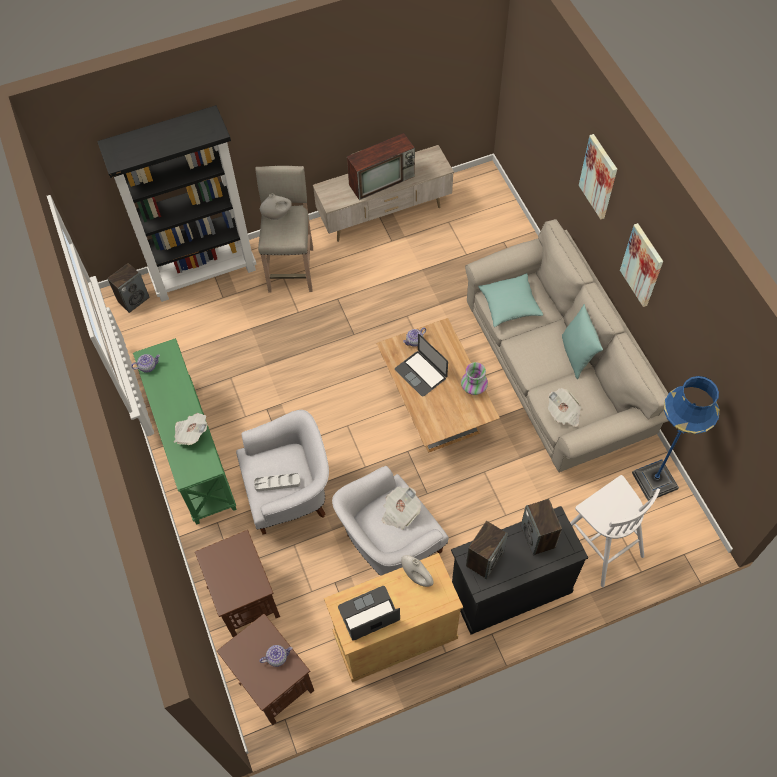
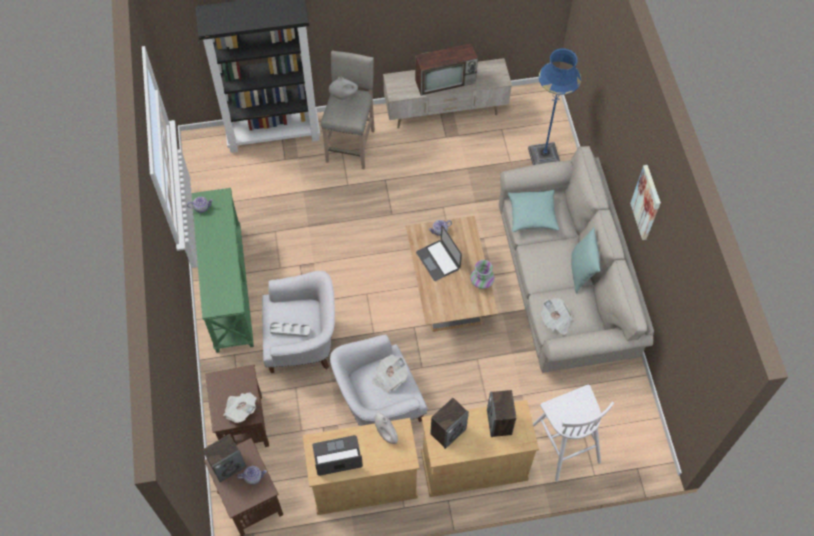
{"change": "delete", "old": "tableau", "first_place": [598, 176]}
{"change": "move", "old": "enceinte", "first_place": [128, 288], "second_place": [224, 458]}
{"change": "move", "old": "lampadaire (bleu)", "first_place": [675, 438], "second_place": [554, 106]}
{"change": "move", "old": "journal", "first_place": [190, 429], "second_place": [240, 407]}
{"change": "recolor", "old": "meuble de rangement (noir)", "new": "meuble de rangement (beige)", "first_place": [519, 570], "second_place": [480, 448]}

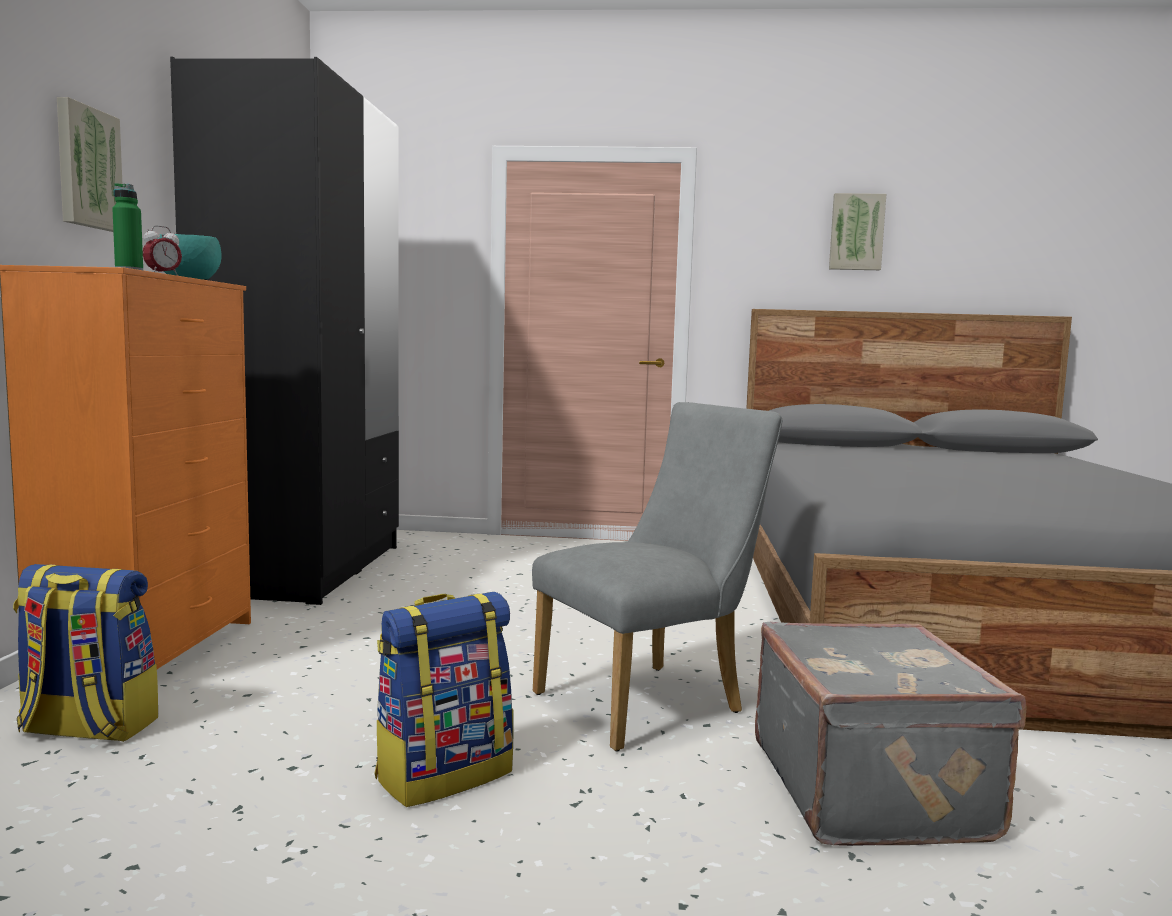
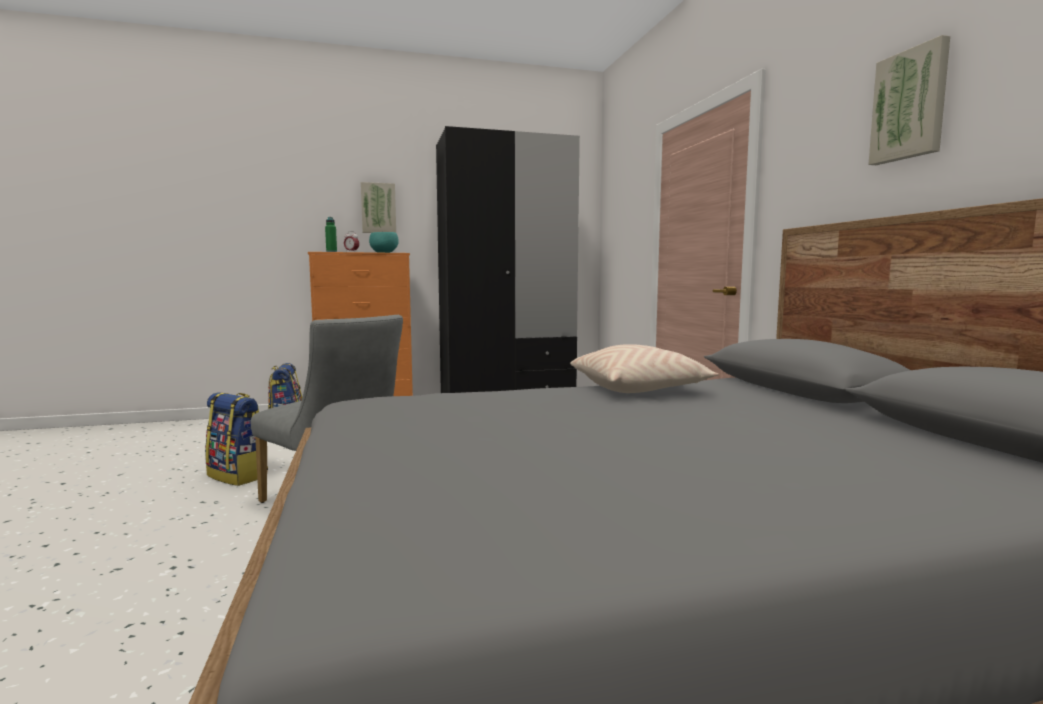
{"change": "delete", "old": "valise (gris)", "first_place": [891, 734]}
{"change": "insert", "new": "coussin (beige)", "second_place": [644, 368]}

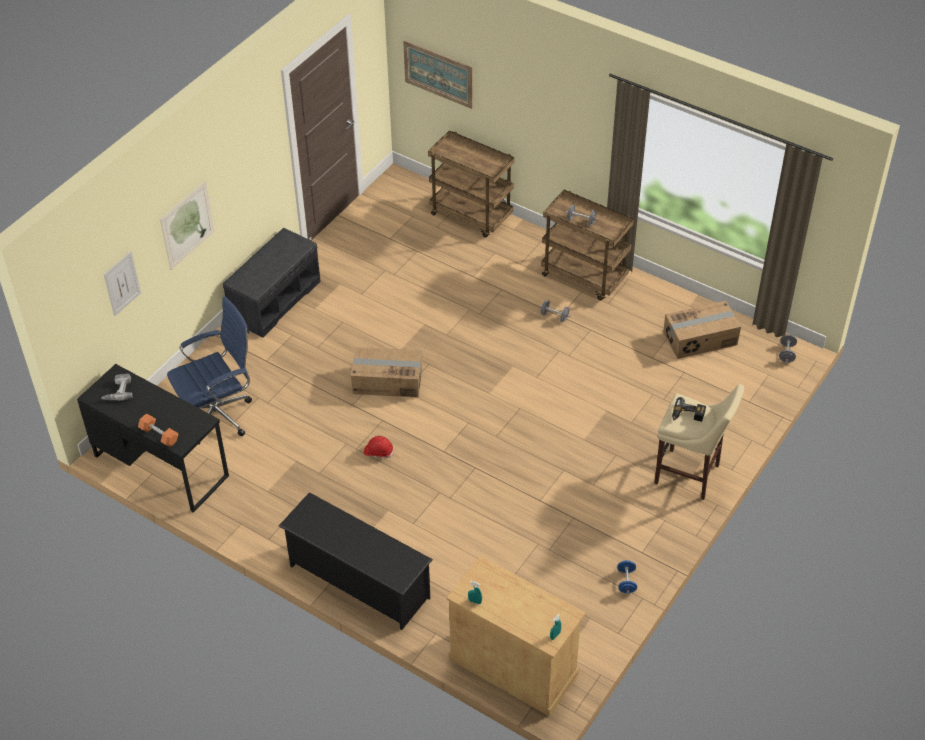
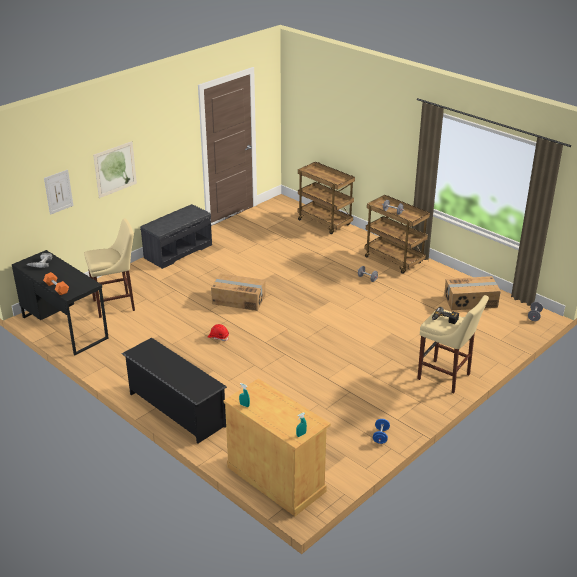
{"change": "delete", "old": "tableau", "first_place": [438, 74]}
{"change": "replace", "old": "chaise de bureau (bleu)", "new": "tabouret (beige)", "first_place": [209, 370], "second_place": [109, 268]}

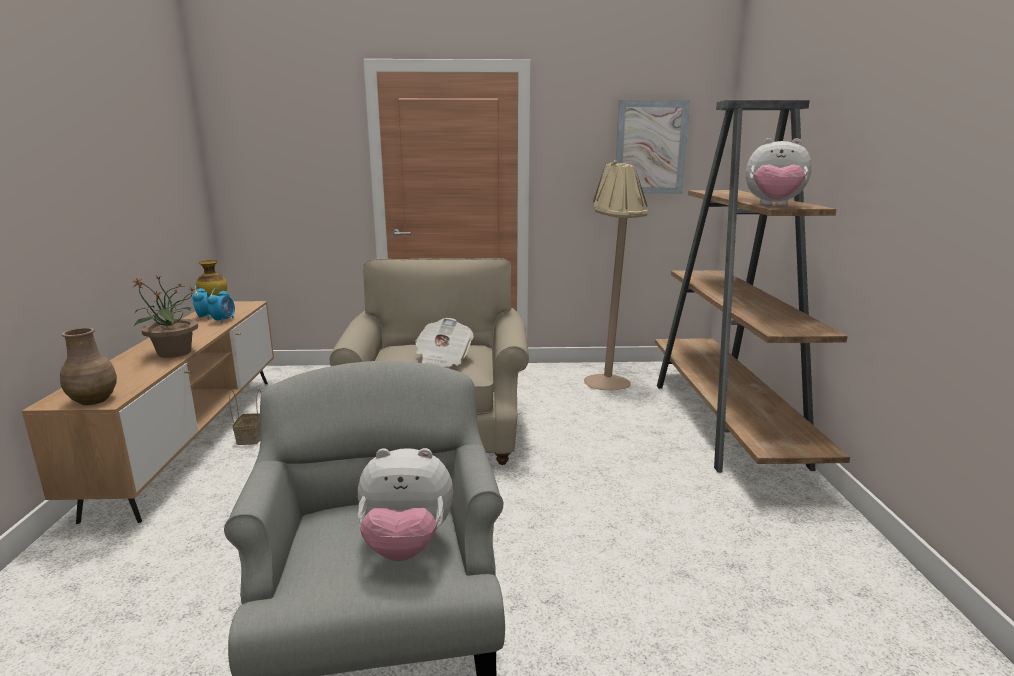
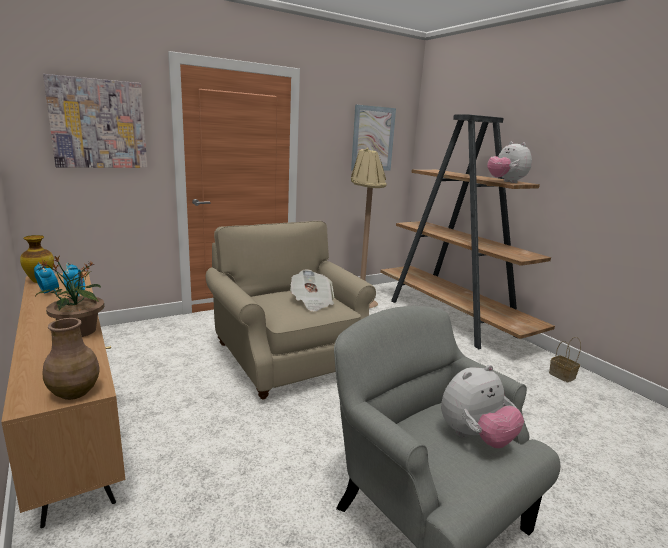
{"change": "rotate", "old": "peluche", "first_place": [779, 171], "second_place": [509, 162], "degrees": 75}
{"change": "move", "old": "panier", "first_place": [245, 417], "second_place": [565, 359]}
{"change": "insert", "new": "tableau", "second_place": [95, 121]}

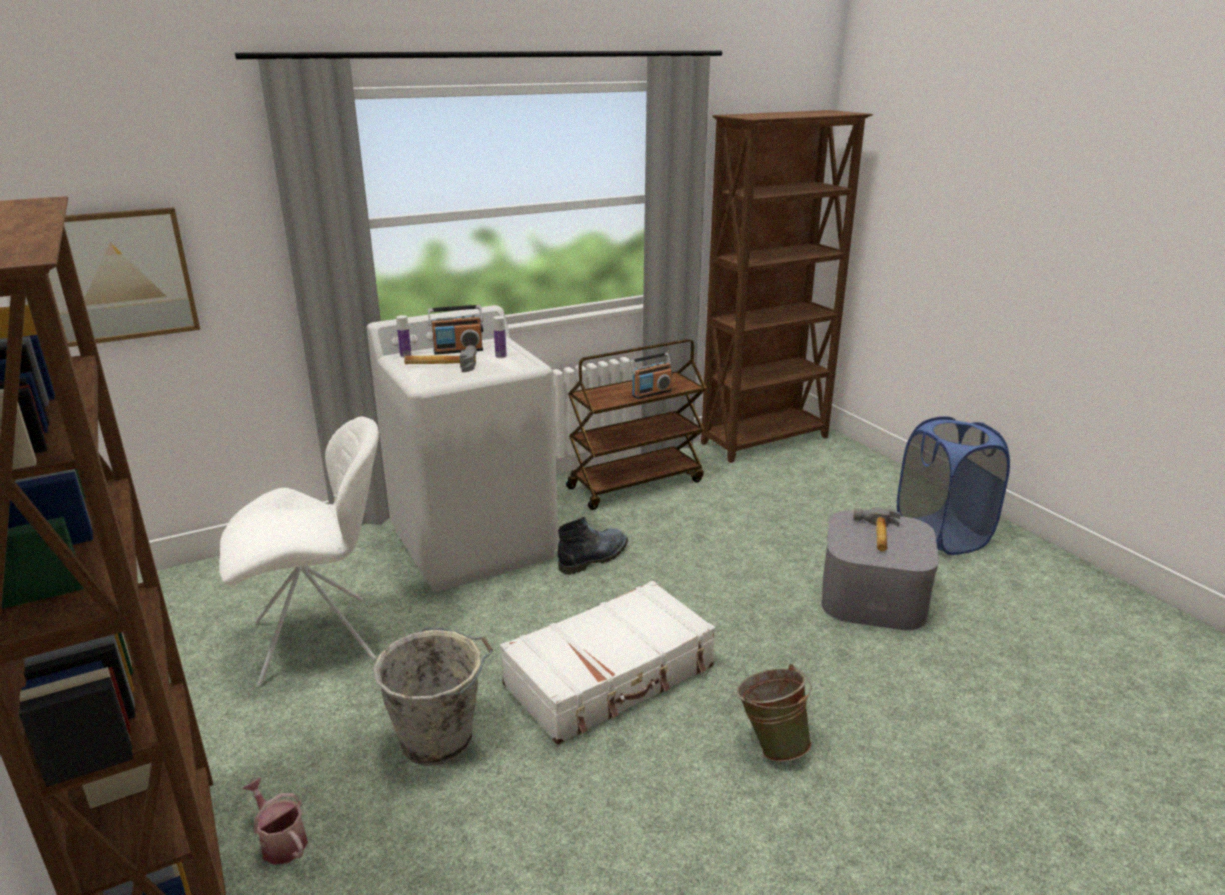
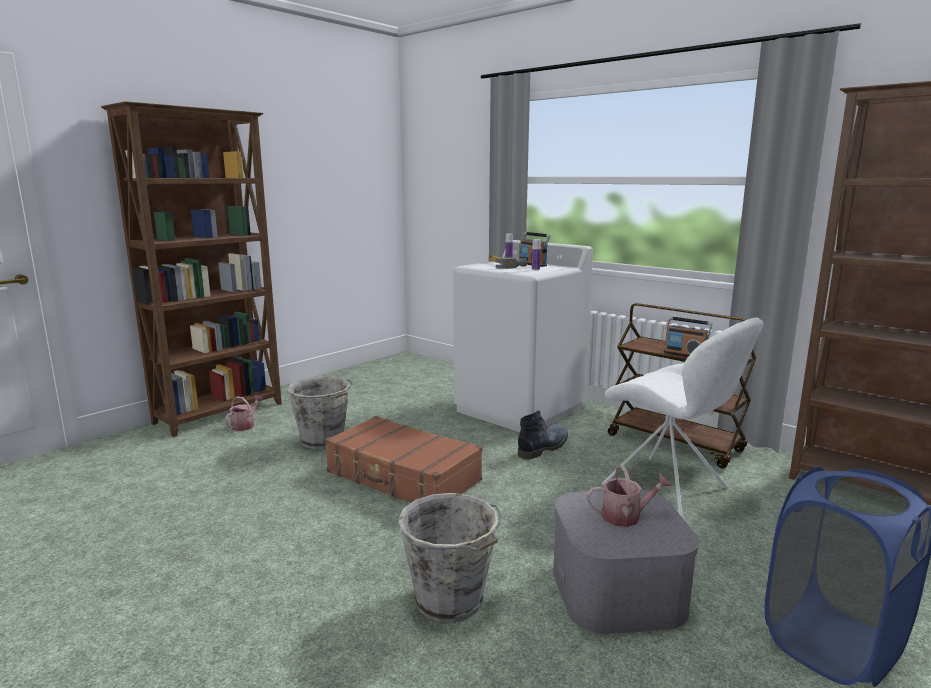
{"change": "delete", "old": "tableau", "first_place": [124, 277]}
{"change": "move", "old": "chaise (blanc)", "first_place": [299, 552], "second_place": [682, 417]}
{"change": "replace", "old": "marteau", "new": "arrosoir", "first_place": [876, 529], "second_place": [629, 496]}
{"change": "rotate", "old": "botte", "first_place": [593, 546], "second_place": [543, 435], "degrees": -75}
{"change": "recolor", "old": "valise (blanc)", "new": "valise (marron)", "first_place": [608, 663], "second_place": [404, 459]}
{"change": "delete", "old": "seau (vert)", "first_place": [774, 713]}
{"change": "insert", "new": "seau (gris)", "second_place": [449, 558]}

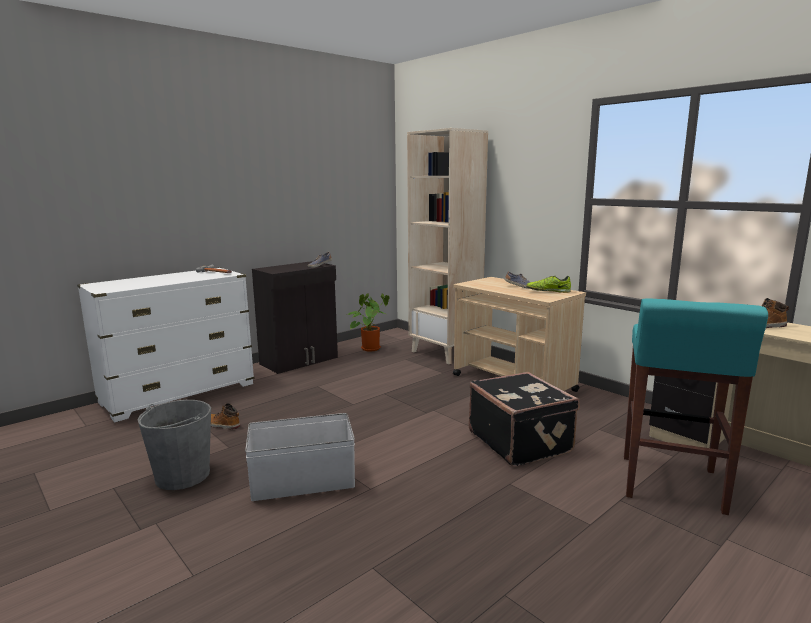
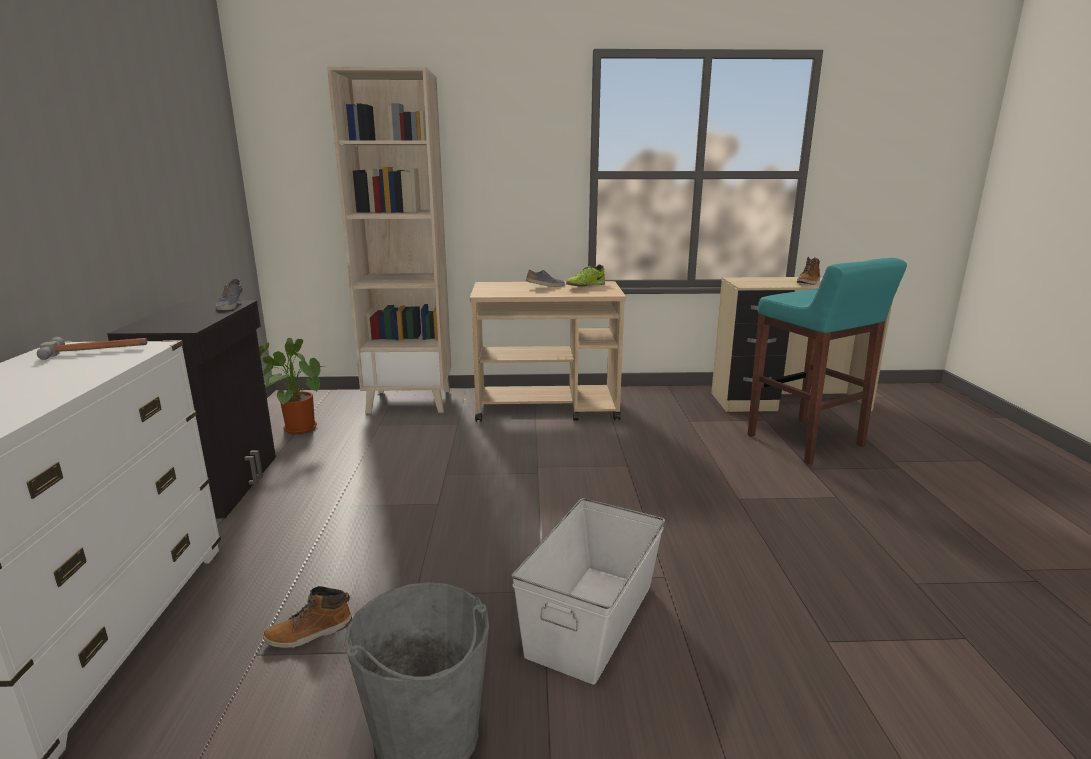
{"change": "delete", "old": "valise (noir)", "first_place": [524, 419]}

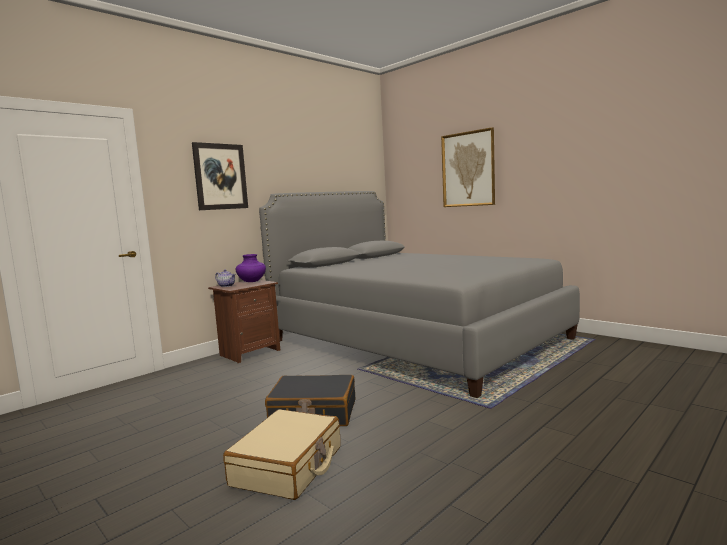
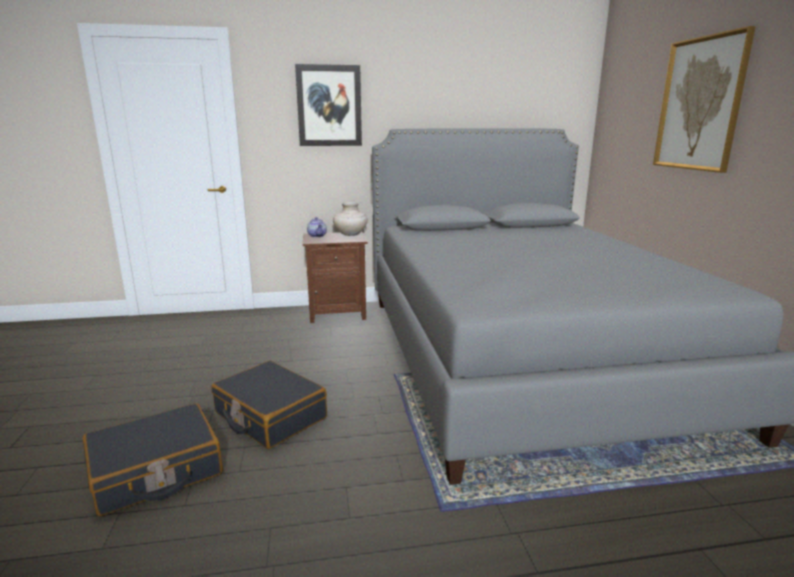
{"change": "recolor", "old": "vase (violet)", "new": "vase (beige)", "first_place": [251, 268], "second_place": [350, 219]}
{"change": "recolor", "old": "valise (beige)", "new": "valise (noir)", "first_place": [282, 454], "second_place": [153, 459]}

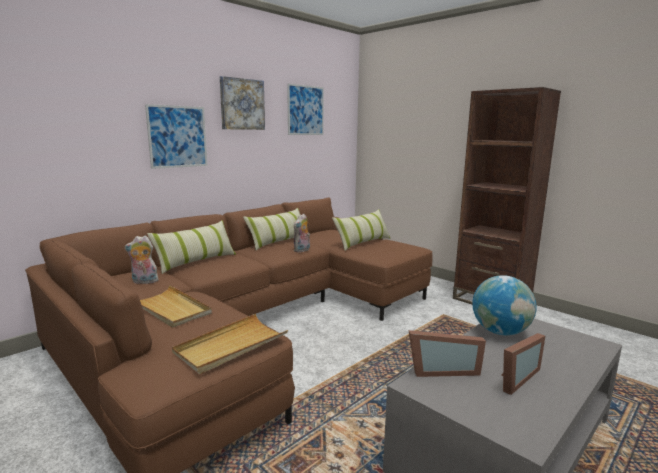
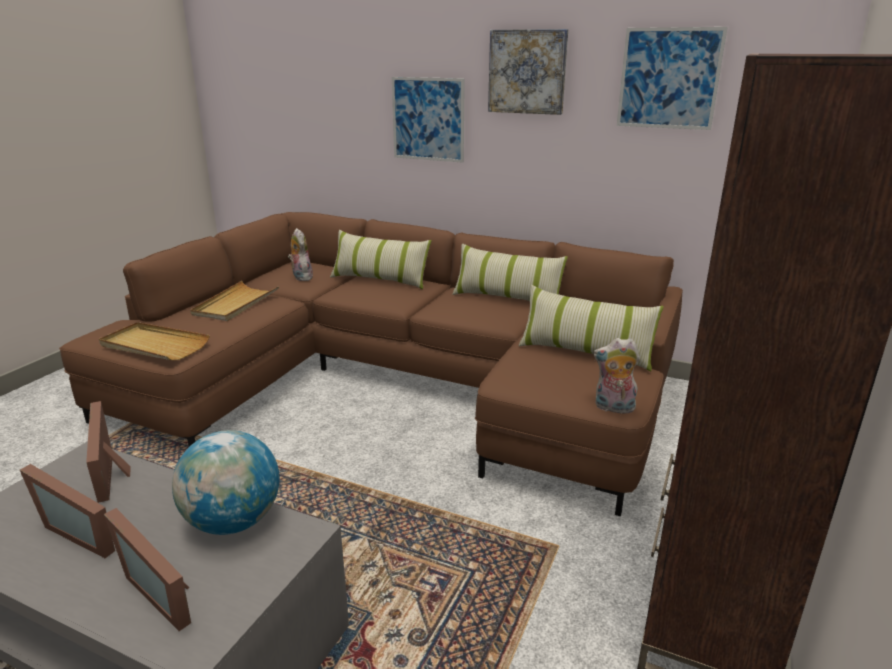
{"change": "move", "old": "peluche", "first_place": [302, 232], "second_place": [616, 376]}
{"change": "insert", "new": "cadre photo", "second_place": [147, 569]}

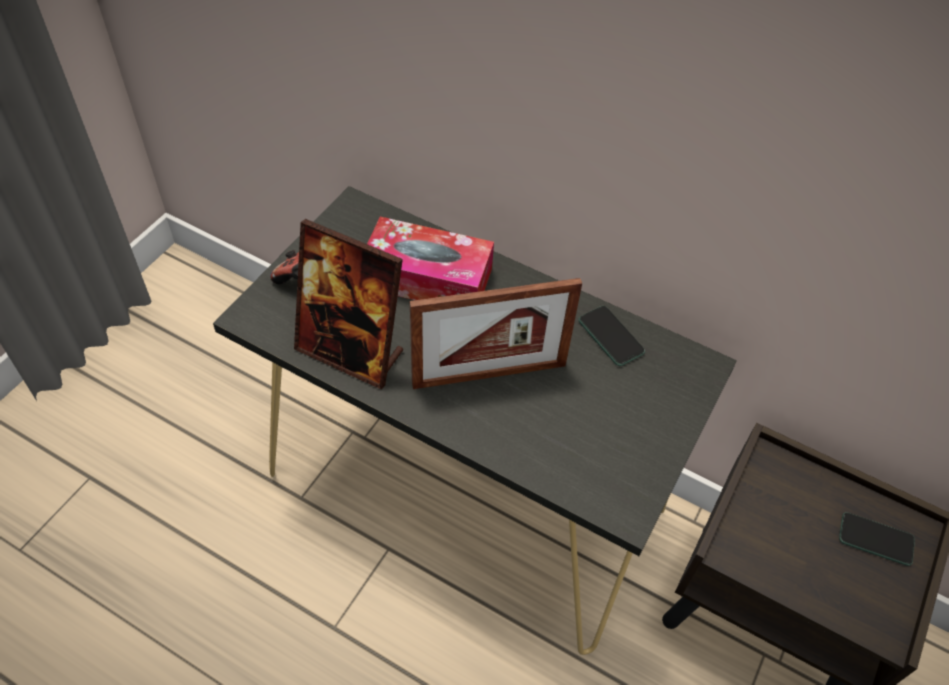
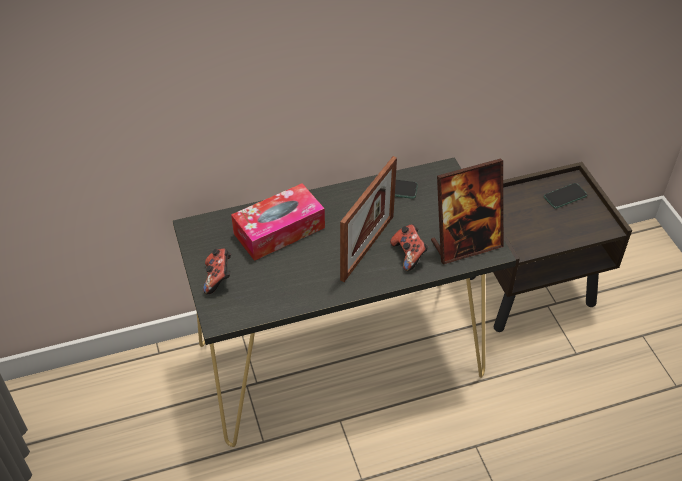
{"change": "move", "old": "cadre photo", "first_place": [348, 304], "second_place": [467, 211]}
{"change": "insert", "new": "manette", "second_place": [409, 248]}

